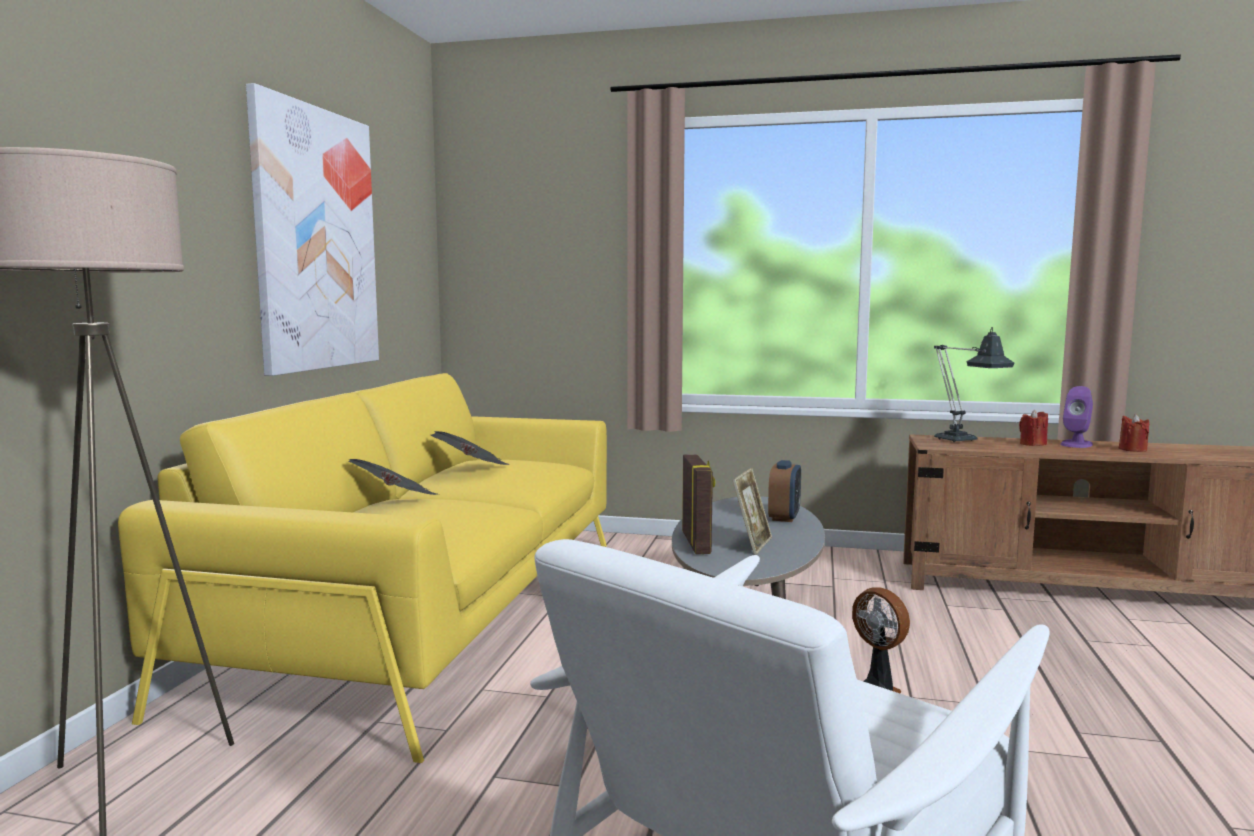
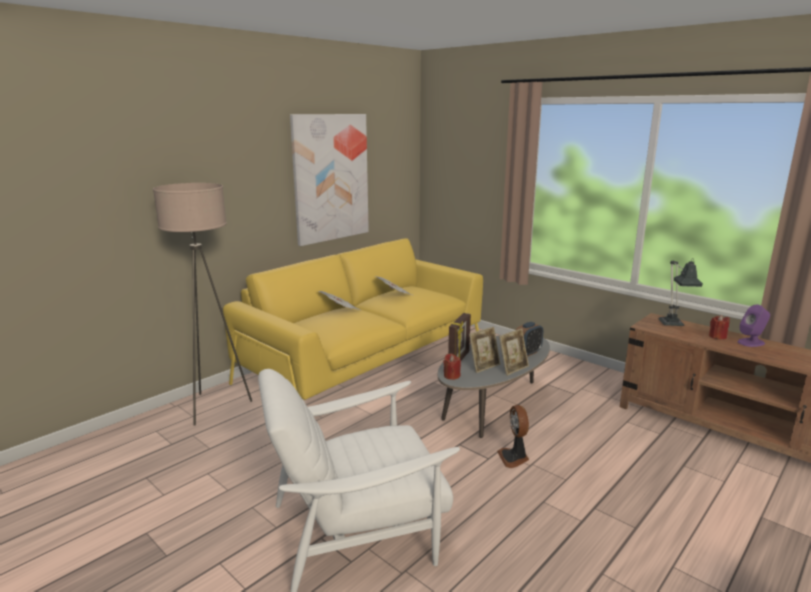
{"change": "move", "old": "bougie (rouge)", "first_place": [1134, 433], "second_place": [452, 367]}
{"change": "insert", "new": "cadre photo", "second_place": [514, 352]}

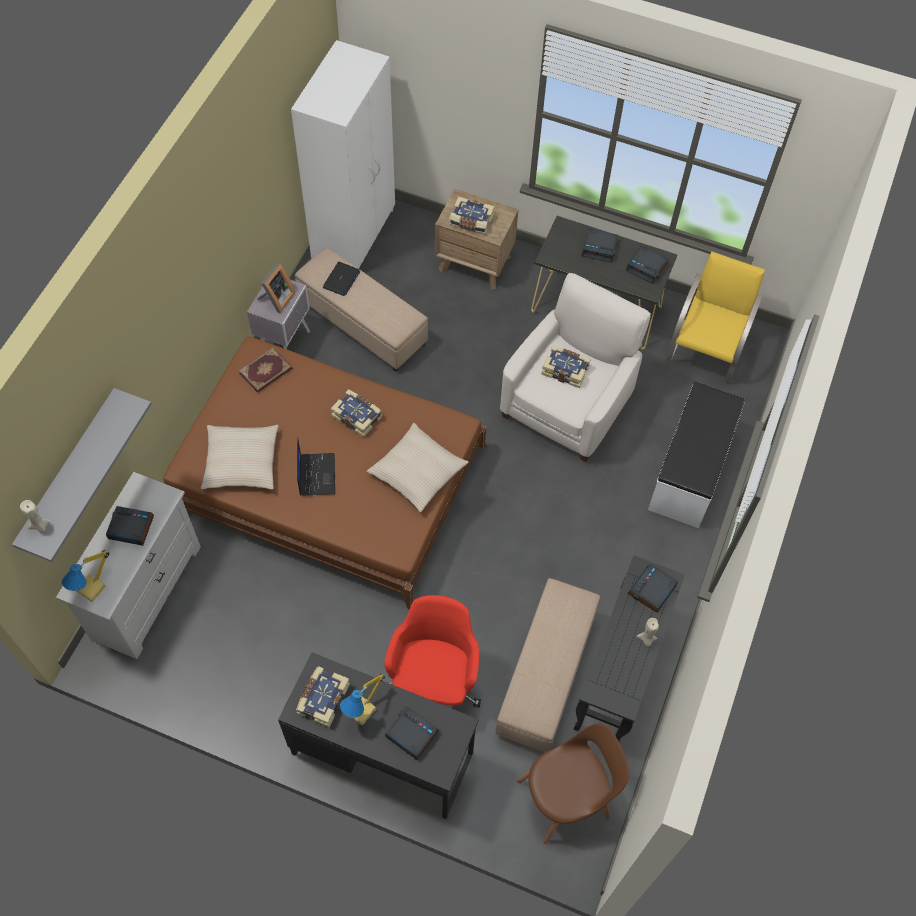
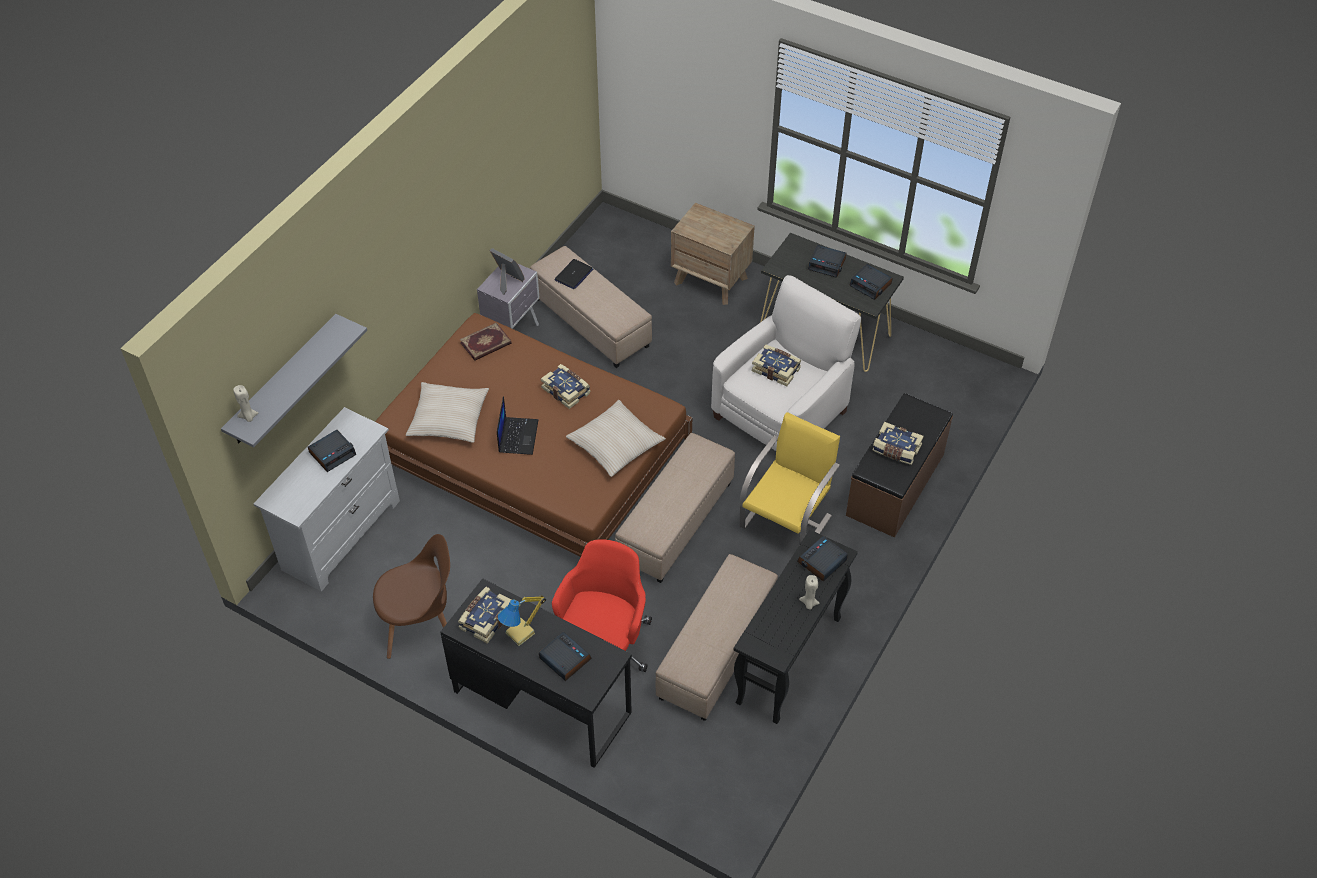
{"change": "delete", "old": "armoire (blanc)", "first_place": [343, 154]}
{"change": "move", "old": "livre", "first_place": [472, 215], "second_place": [898, 443]}
{"change": "move", "old": "chaise (jaune)", "first_place": [715, 317], "second_place": [790, 478]}
{"change": "rotate", "old": "cadre photo", "first_place": [276, 288], "second_place": [507, 271], "degrees": -90}
{"change": "recolor", "old": "banc (blanc)", "new": "banc (marron)", "first_place": [696, 455], "second_place": [899, 465]}
{"change": "rotate", "old": "réveil", "first_place": [130, 526], "second_place": [332, 451], "degrees": 120}
{"change": "delete", "old": "lampe de table", "first_place": [86, 576]}
{"change": "move", "old": "chaise (marron)", "first_place": [573, 784], "second_place": [411, 596]}
{"change": "insert", "new": "pouf (beige)", "second_place": [675, 508]}

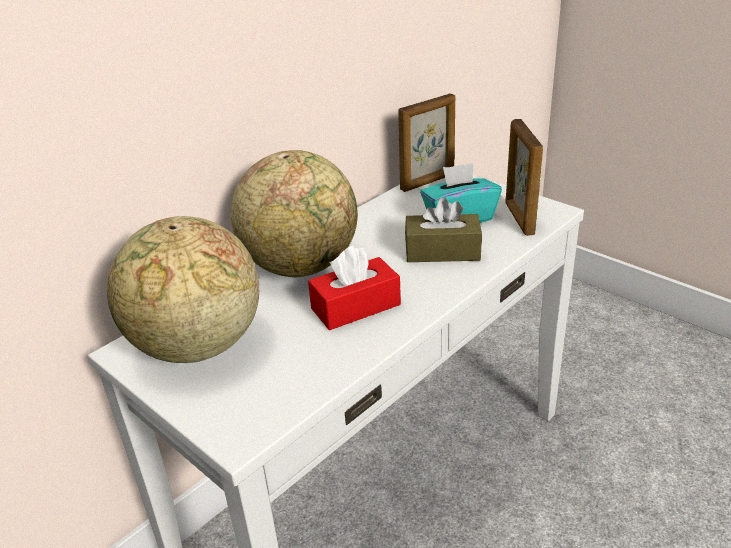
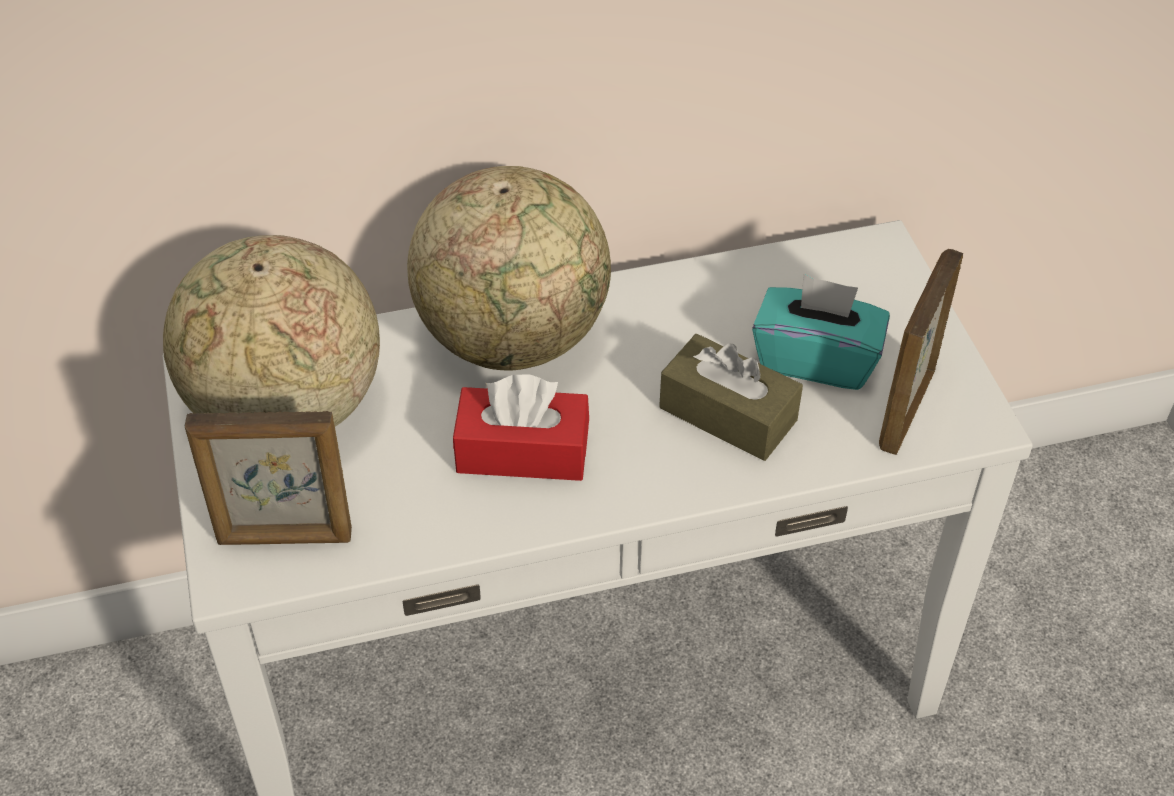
{"change": "move", "old": "cadre photo", "first_place": [426, 143], "second_place": [268, 478]}

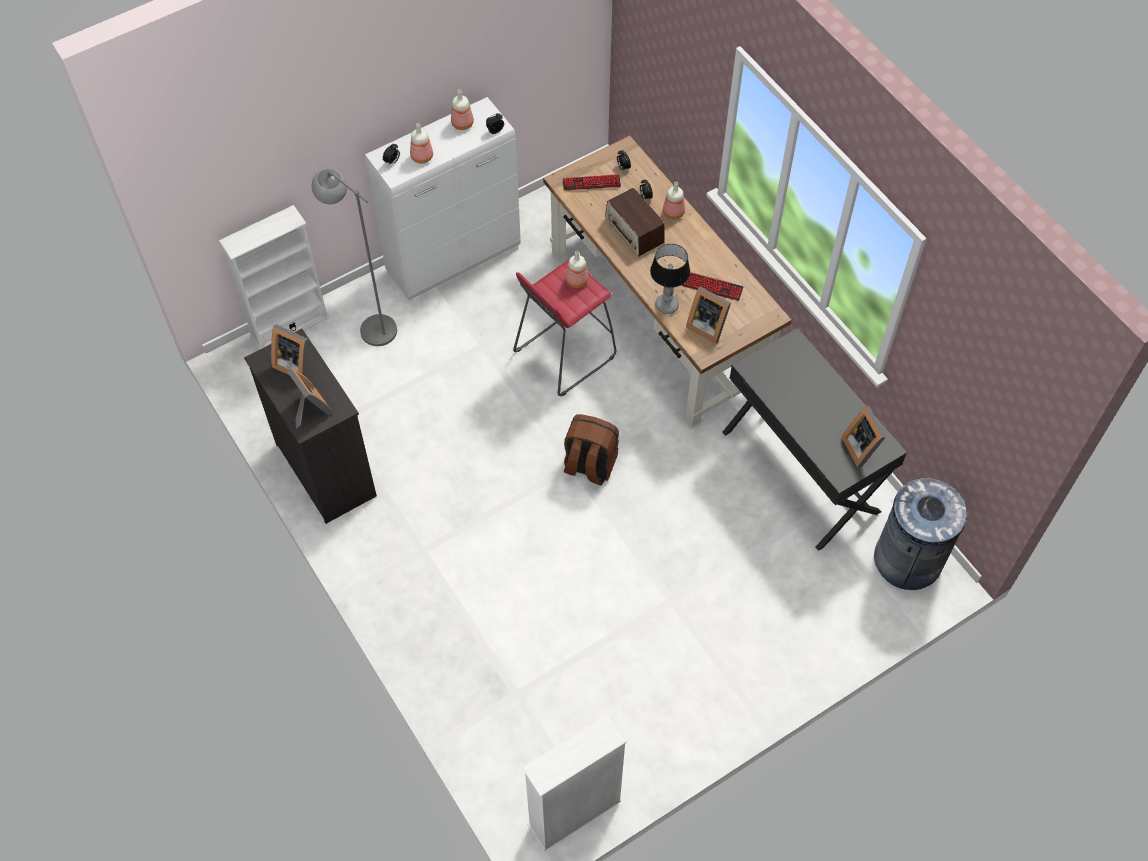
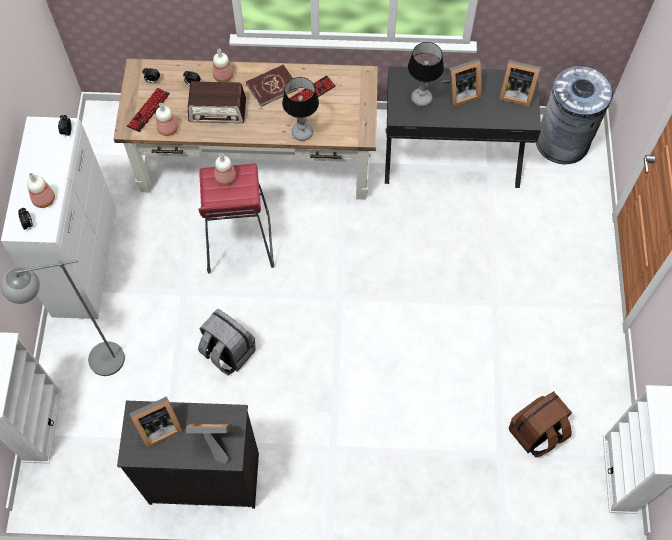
{"change": "move", "old": "bouteille", "first_place": [462, 110], "second_place": [167, 119]}
{"change": "move", "old": "cadre photo", "first_place": [708, 315], "second_place": [462, 83]}
{"change": "move", "old": "sac à dos (marron)", "first_place": [591, 450], "second_place": [540, 424]}
{"change": "insert", "new": "lampe de table", "second_place": [426, 74]}
{"change": "insert", "new": "livre (rouge)", "second_place": [272, 85]}
{"change": "insert", "new": "sac à dos (gris)", "second_place": [227, 342]}

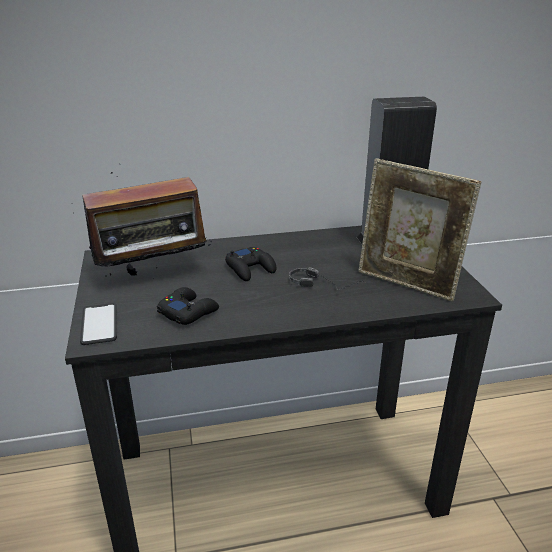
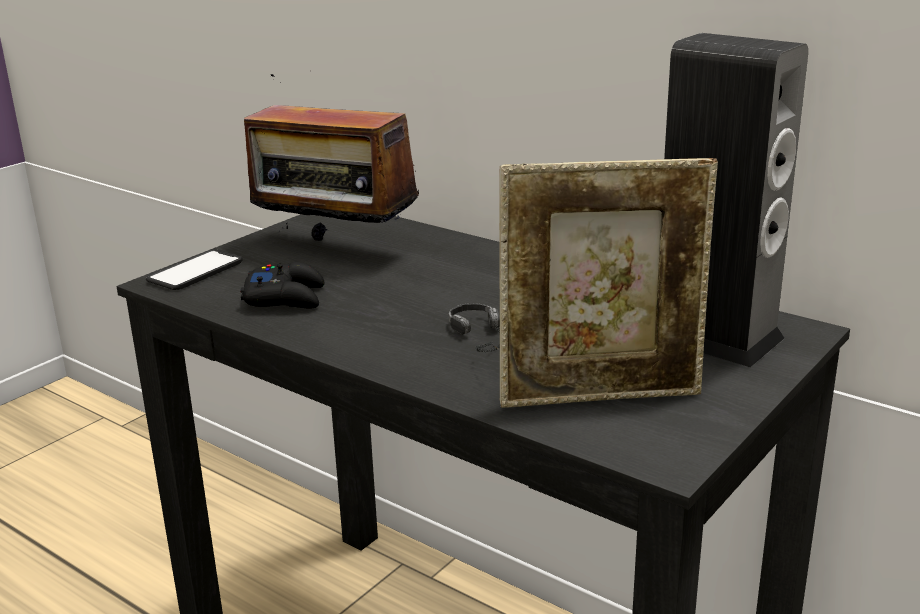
{"change": "rotate", "old": "cadre photo", "first_place": [420, 230], "second_place": [608, 283], "degrees": -90}
{"change": "delete", "old": "manette (noir)", "first_place": [250, 264]}

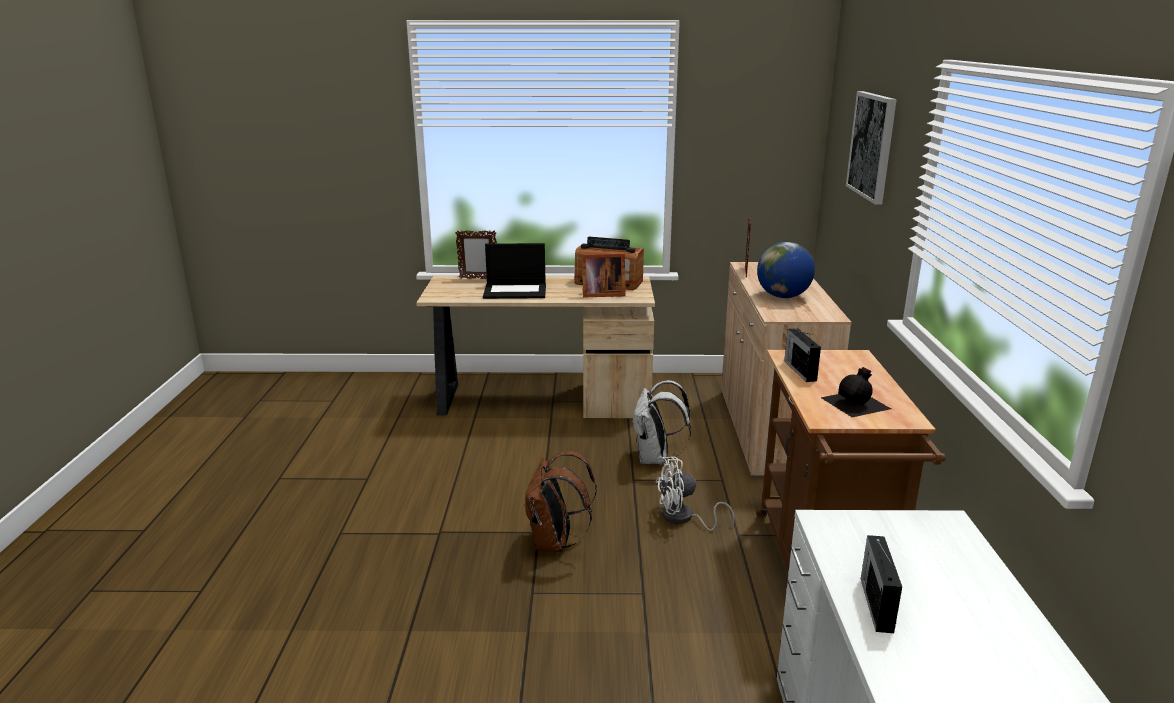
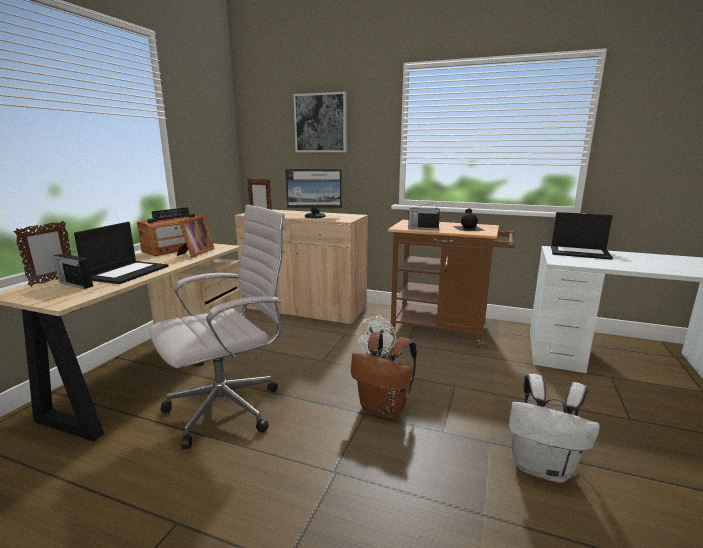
{"change": "replace", "old": "globe", "new": "écran d'ordinateur", "first_place": [786, 270], "second_place": [313, 193]}
{"change": "move", "old": "sac à dos (blanc)", "first_place": [661, 422], "second_place": [554, 428]}
{"change": "move", "old": "radio", "first_place": [881, 584], "second_place": [73, 269]}
{"change": "insert", "new": "chaise de bureau (blanc)", "second_place": [217, 327]}
{"change": "insert", "new": "ordinateur portable", "second_place": [582, 236]}

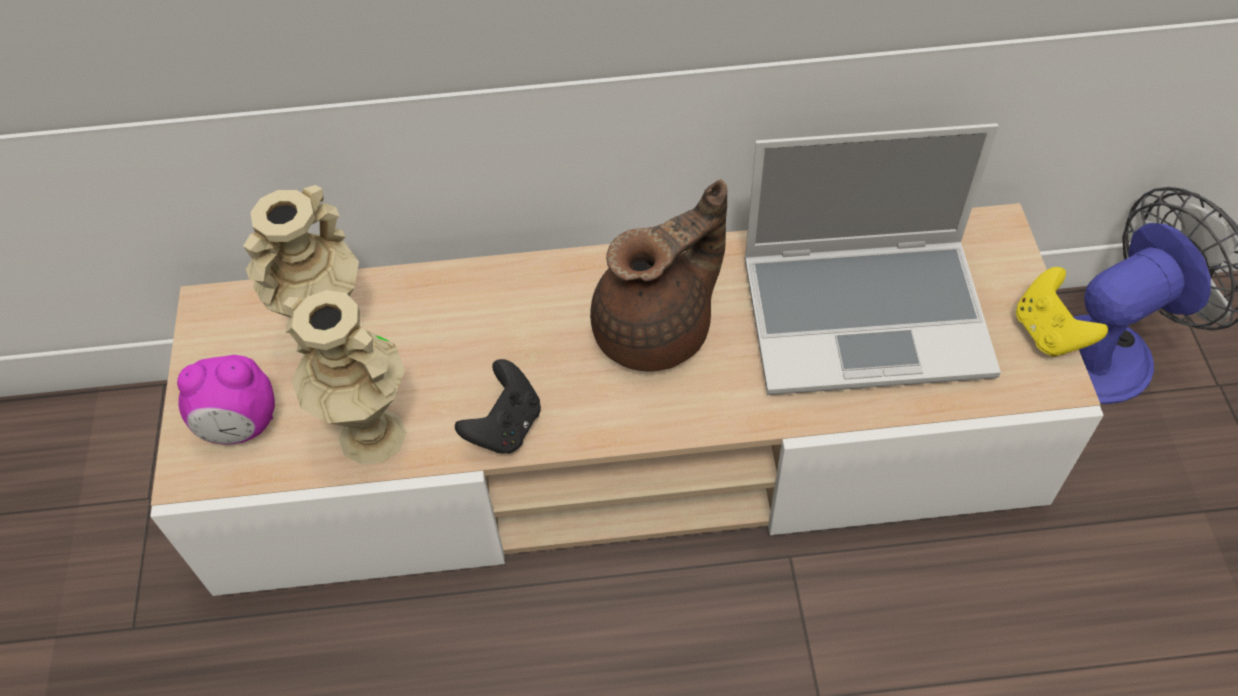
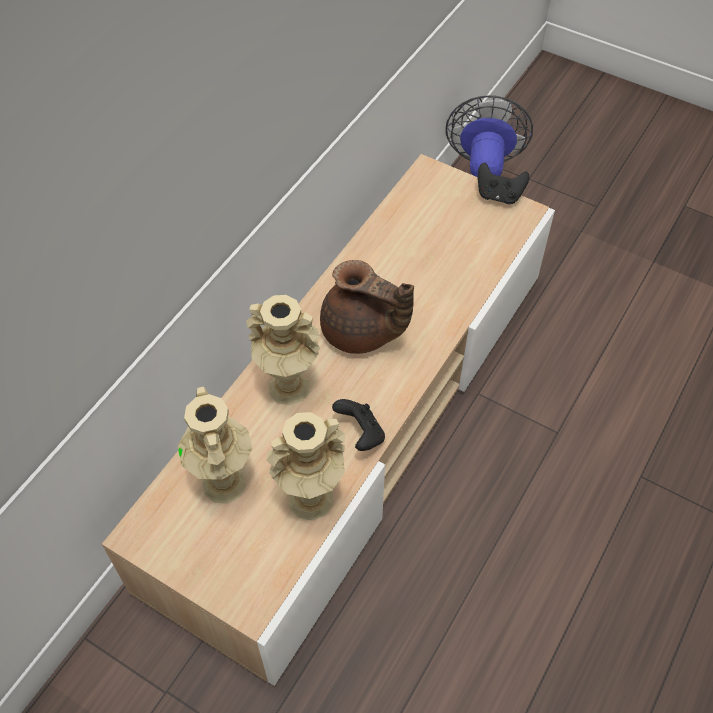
{"change": "delete", "old": "ordinateur portable", "first_place": [872, 259]}
{"change": "rotate", "old": "théière (marron)", "first_place": [658, 275], "second_place": [367, 307], "degrees": 120}
{"change": "recolor", "old": "manette (jaune)", "new": "manette (noir)", "first_place": [1062, 312], "second_place": [504, 183]}
{"change": "delete", "old": "réveil", "first_place": [226, 400]}
{"change": "insert", "new": "vase (beige)", "second_place": [283, 350]}

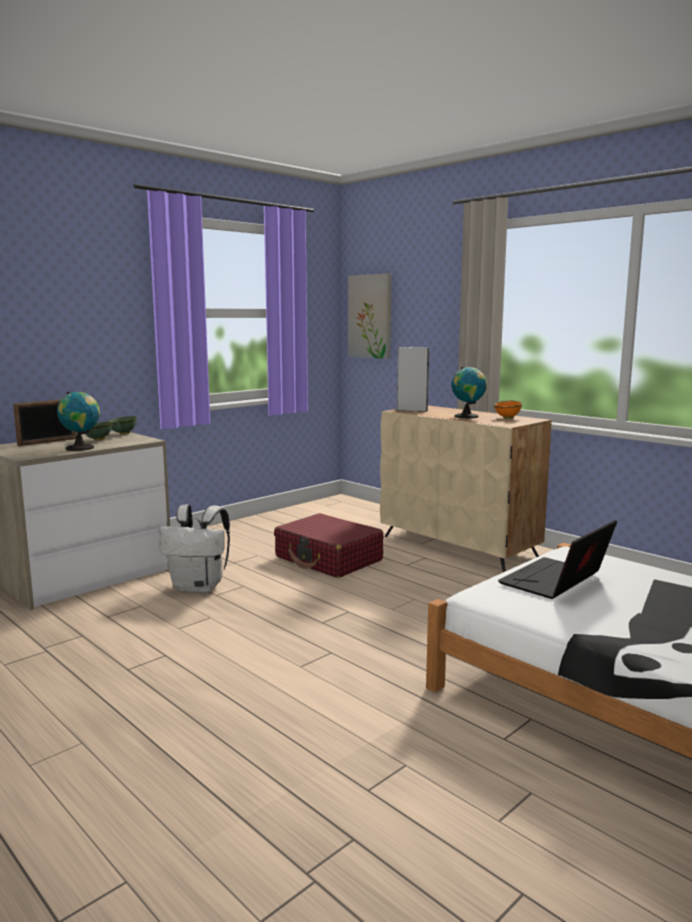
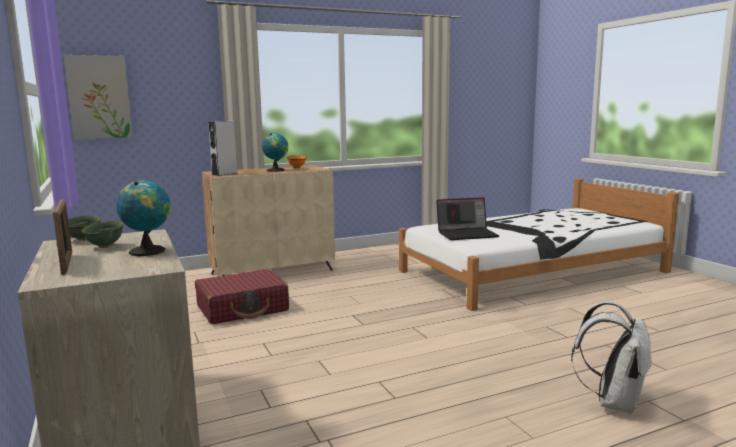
{"change": "move", "old": "sac à dos (blanc)", "first_place": [195, 548], "second_place": [611, 357]}
{"change": "rotate", "old": "ordinateur portable", "first_place": [557, 559], "second_place": [468, 218], "degrees": -75}

